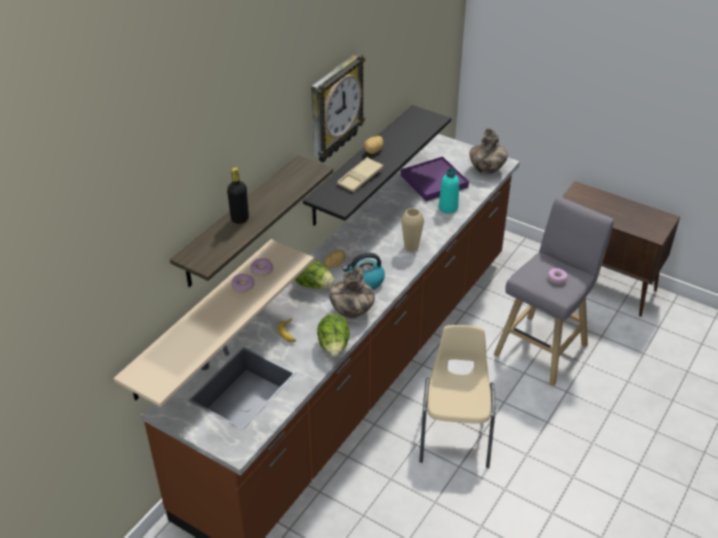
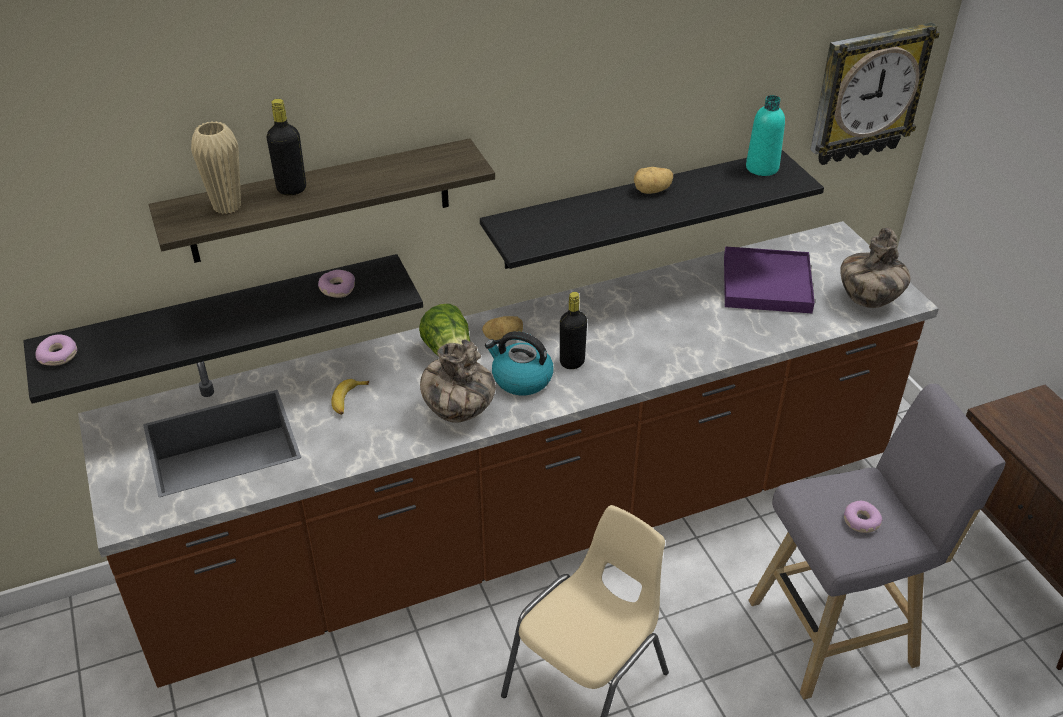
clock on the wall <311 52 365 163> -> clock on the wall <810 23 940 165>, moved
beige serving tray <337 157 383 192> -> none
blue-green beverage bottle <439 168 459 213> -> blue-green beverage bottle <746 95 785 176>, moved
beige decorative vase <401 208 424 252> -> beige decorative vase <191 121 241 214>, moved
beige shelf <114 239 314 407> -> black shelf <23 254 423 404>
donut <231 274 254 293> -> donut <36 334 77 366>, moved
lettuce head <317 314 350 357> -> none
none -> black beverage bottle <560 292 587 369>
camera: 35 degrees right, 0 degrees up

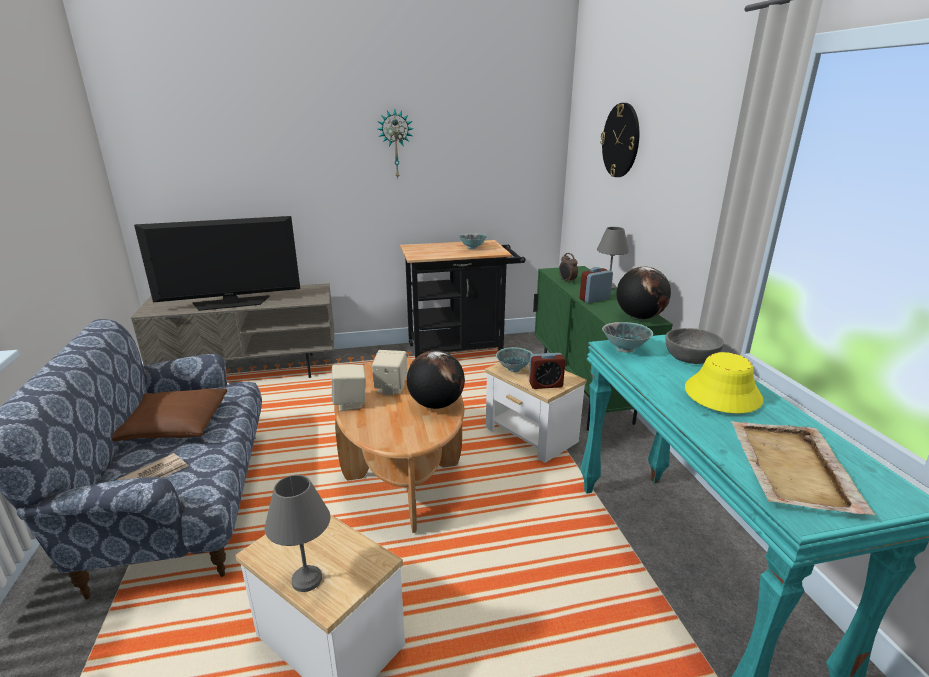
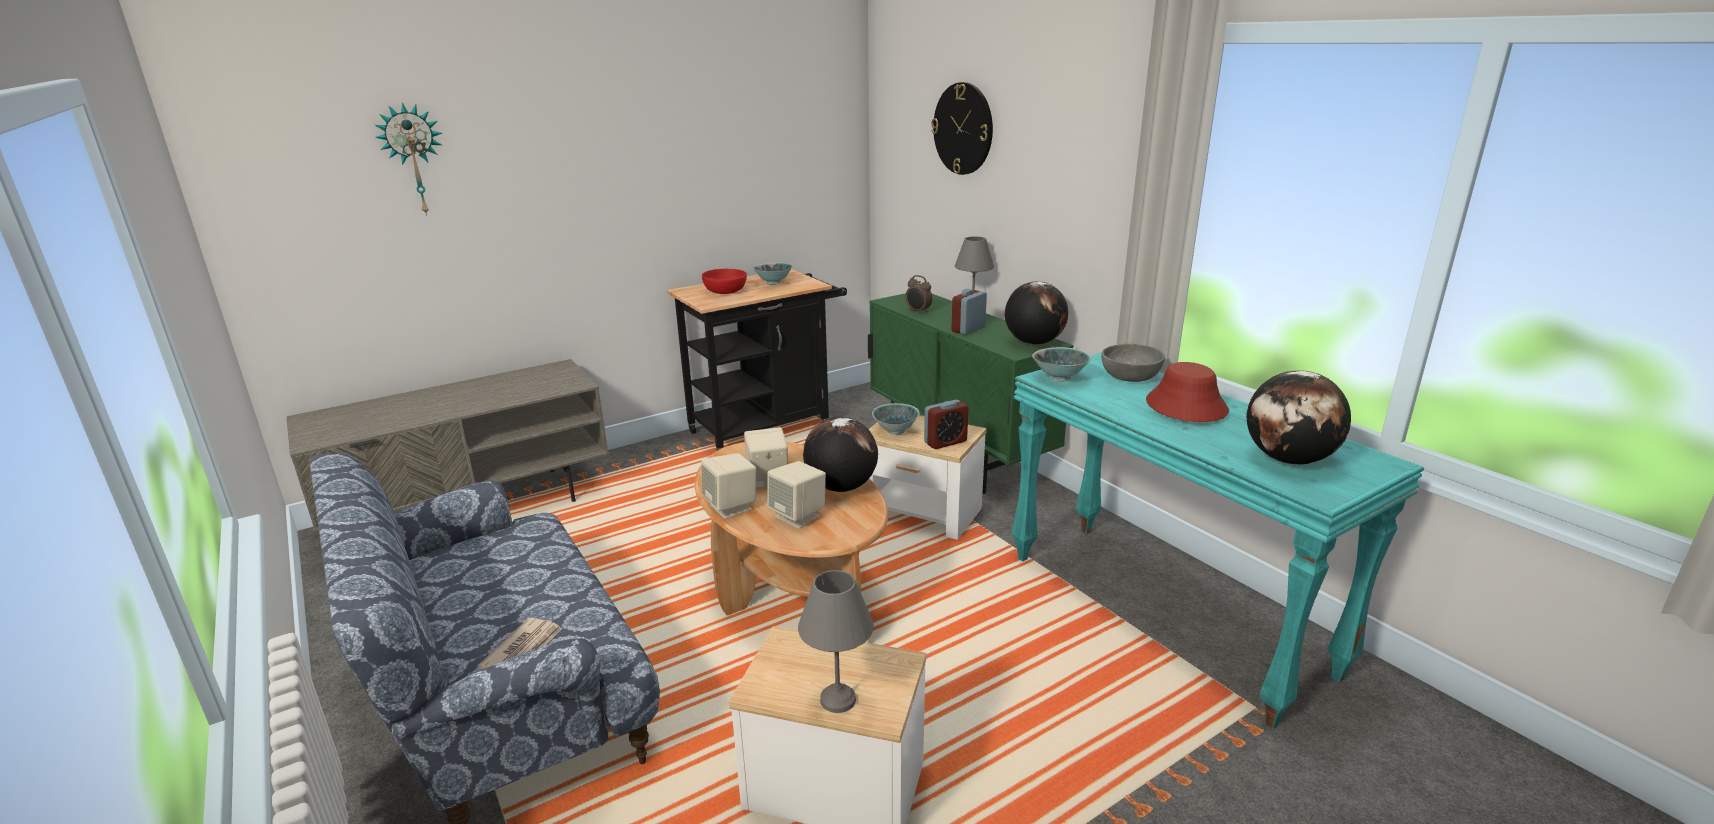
clock on the wall <378 109 414 178> -> clock on the wall <375 102 442 216>, moved
television <134 216 300 311> -> none
yellow-coloured wearable hat <685 352 763 414> -> red-coloured wearable hat <1146 362 1229 422>
brownish throw pillow <112 388 227 442> -> none
beige serving tray <731 421 875 515> -> desk globe <1246 370 1351 465>
none -> red-coloured deep dish <702 269 747 294>
none -> beige speaker <767 461 826 529>
camera: 20 degrees left, 0 degrees up

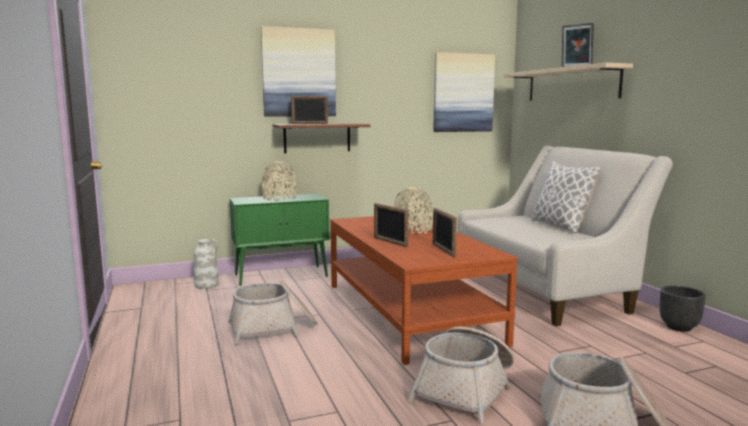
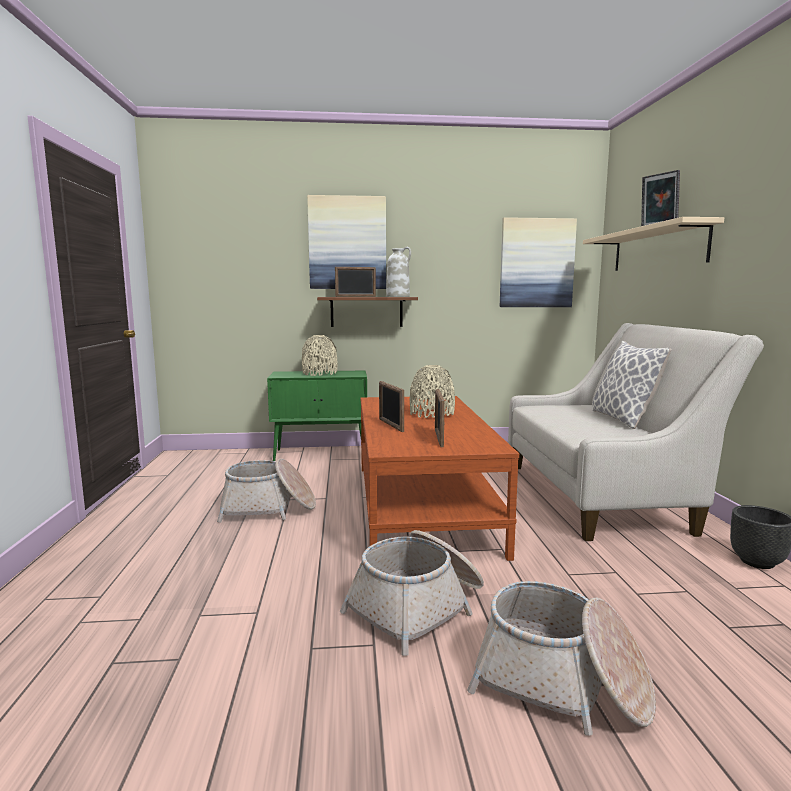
whitish decorative vase <194 239 219 289> -> whitish decorative vase <386 247 411 297>, moved
camera: 15 degrees right, 0 degrees up

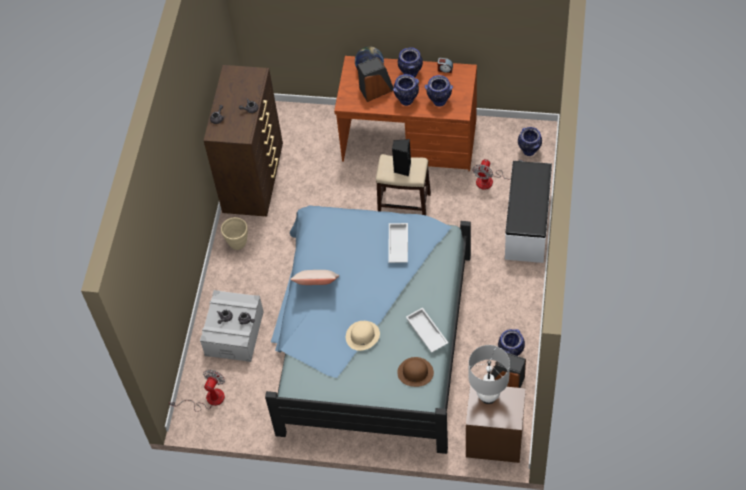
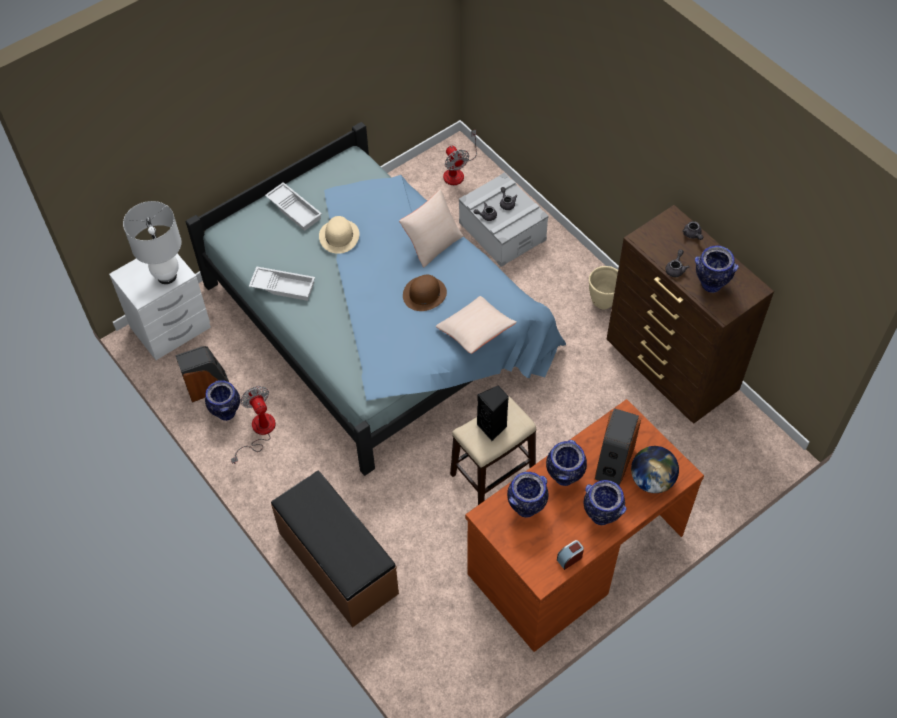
decorative vase <518 127 542 156> -> decorative vase <695 246 739 293>, moved
fan <472 159 523 190> -> fan <231 386 276 464>, moved
whitish indoor bench <505 161 552 263> -> brownish indoor bench <271 471 399 628>
whitish serving tray <388 223 408 263> -> whitish serving tray <265 182 322 231>, moved
brownish wearable hat <397 357 434 387> -> brownish wearable hat <403 275 447 311>, moved
brownish bedside table <466 385 526 463> -> whitish bedside table <109 253 211 360>
none -> beige throw pillow <436 296 517 354>
camera: 130 degrees right, 0 degrees up

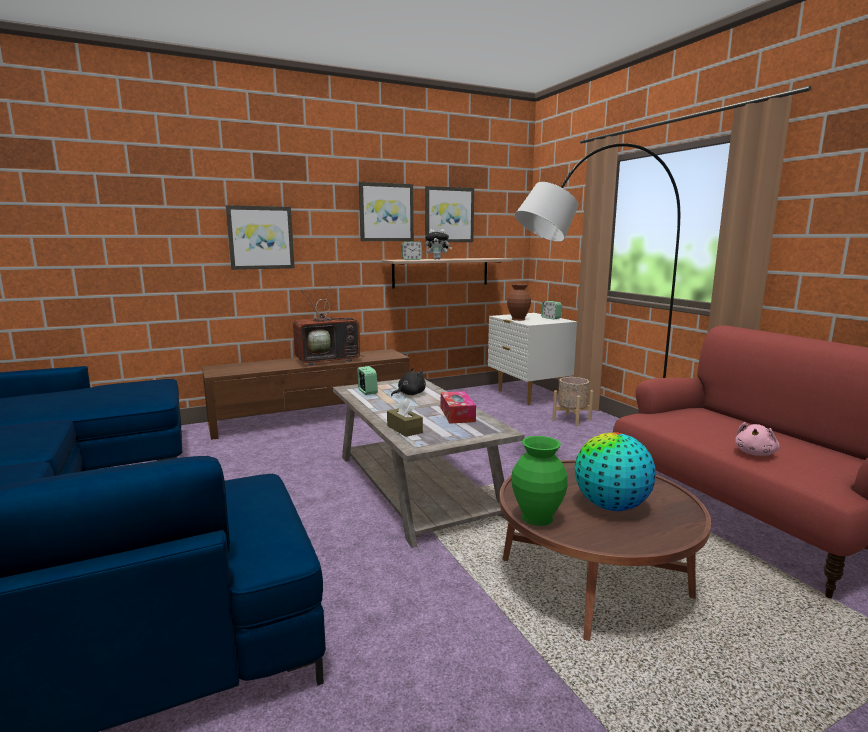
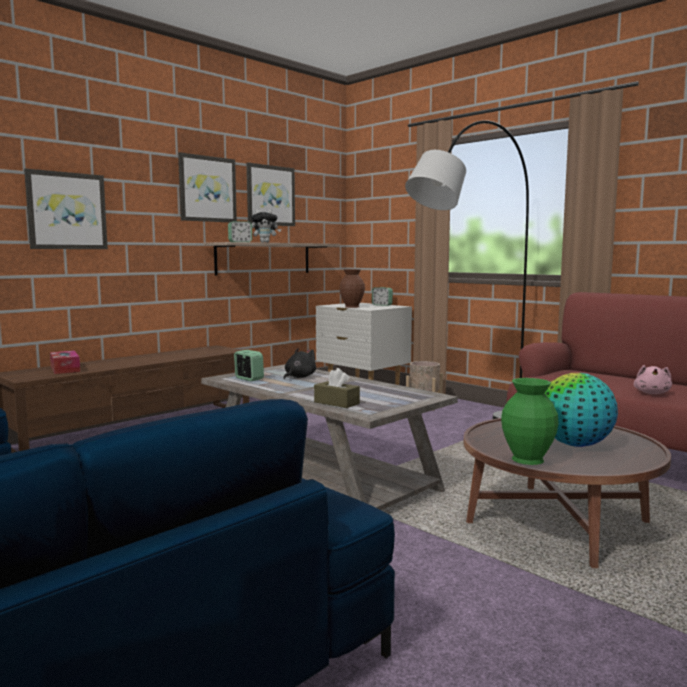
television <293 284 365 366> -> none
tissue holder <441 391 476 424> -> tissue holder <50 350 80 374>, moved
camera: 20 degrees left, 5 degrees down

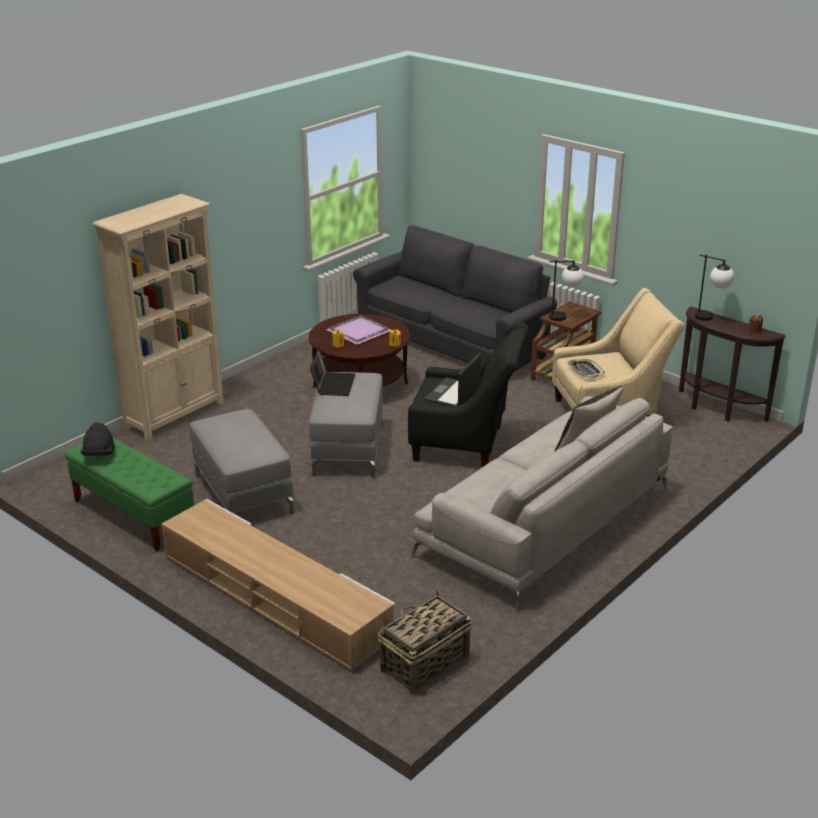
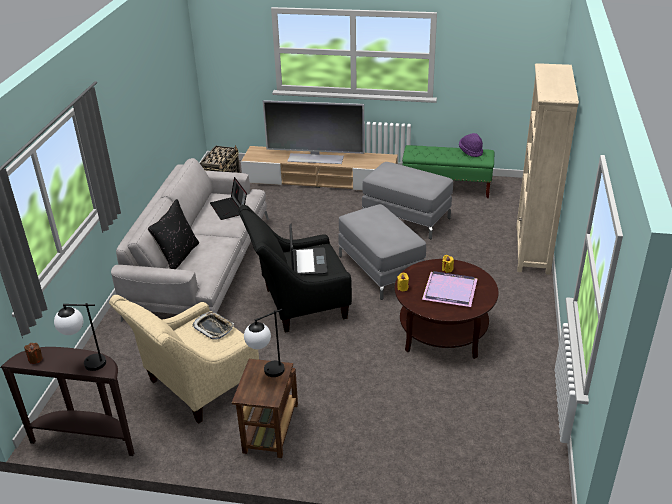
grey settee <353 225 557 372> -> none
laptop <310 347 355 396> -> laptop <210 177 247 220>, moved
black wearable hat <81 422 115 456> -> purplish wearable hat <459 133 483 157>
none -> television <263 100 364 164>
camera: 150 degrees right, 5 degrees up

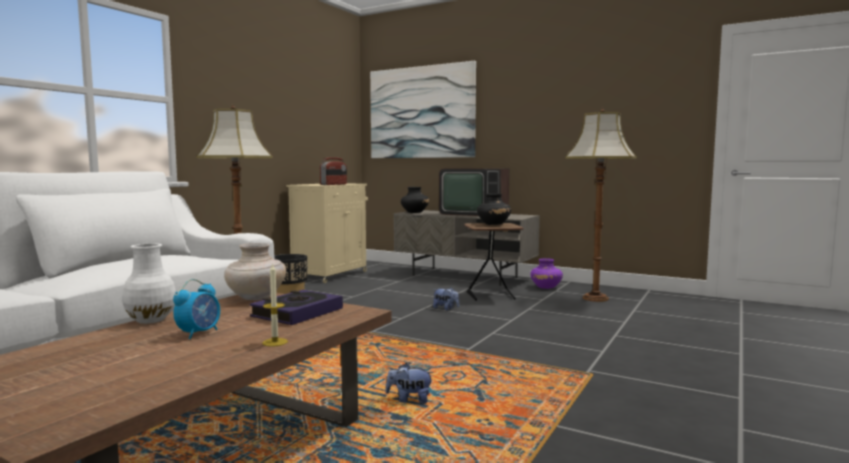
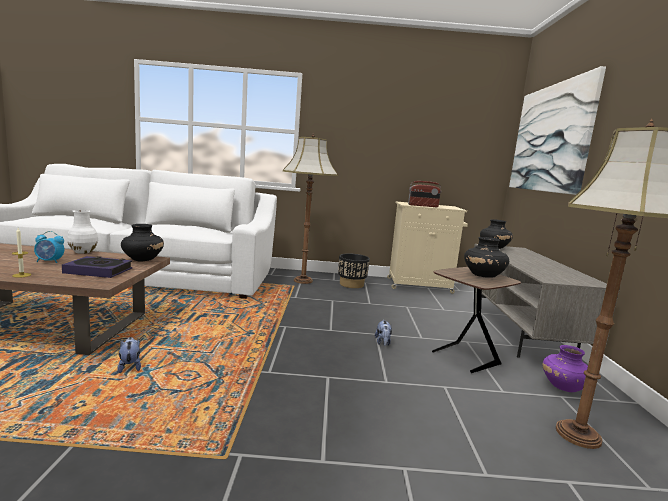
television <439 168 509 216> -> none
beige decorative vase <224 243 286 300> -> black decorative vase <121 224 164 261>
camera: 60 degrees right, 5 degrees up

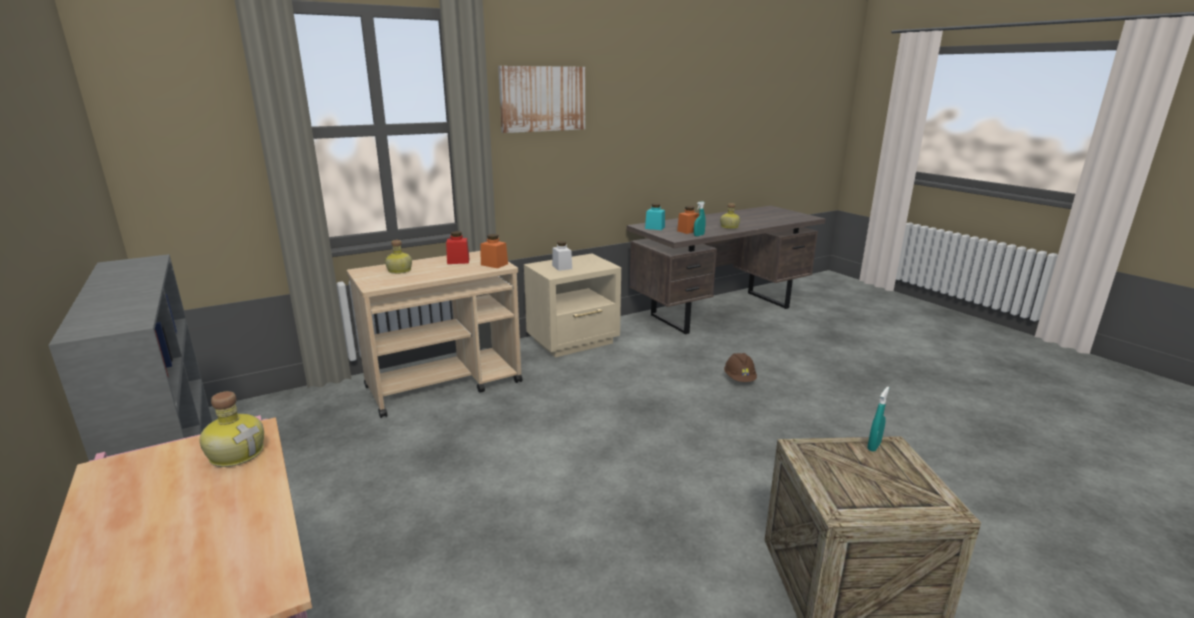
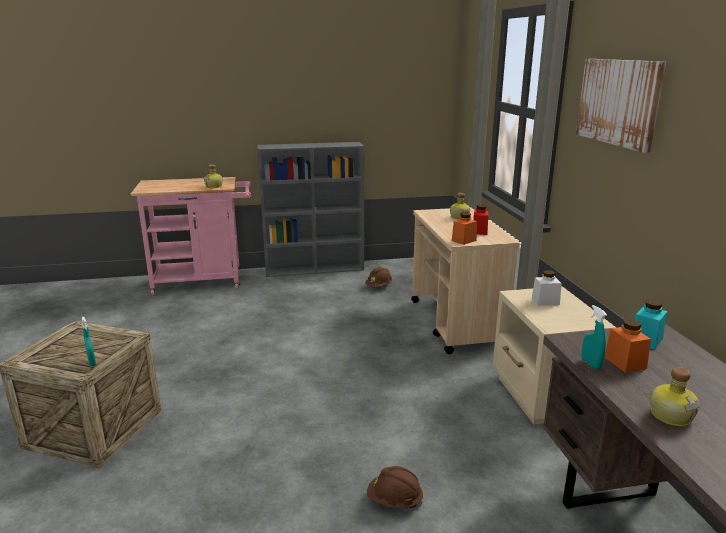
none -> brownish hard hat <365 267 392 287>
camera: 110 degrees right, 0 degrees up

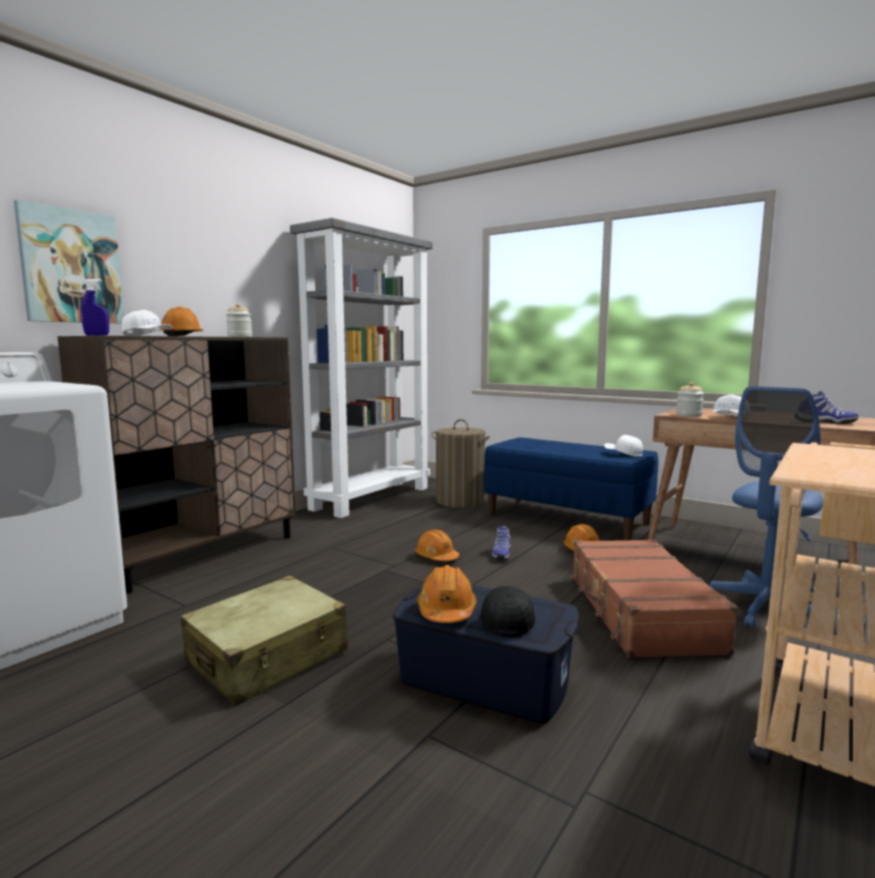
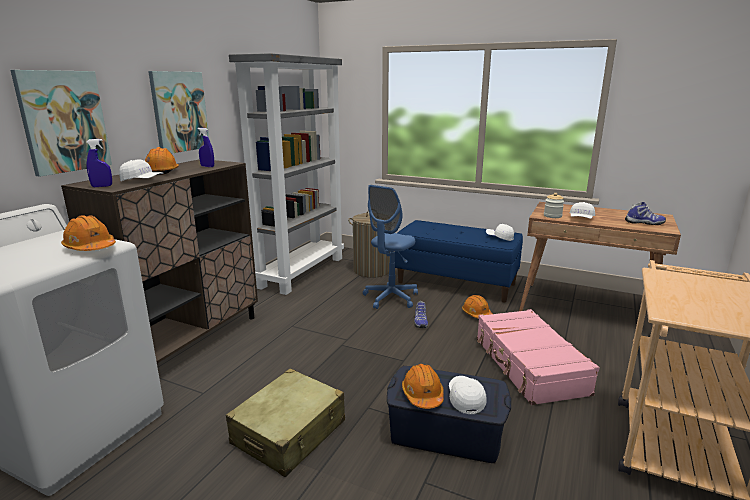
preserve jar <226 303 252 337> -> bluish hand sprayer <198 128 214 167>
bluish desk chair <710 386 823 629> -> bluish desk chair <363 185 418 309>, moved
orange-coloured hard hat <415 530 459 561> -> orange-coloured hard hat <61 215 116 251>, moved
brownish suitcase <571 539 738 658> -> pink suitcase <477 309 600 405>
black peaked cap <480 586 536 638> -> whitish peaked cap <449 376 487 414>
none -> picture <148 71 209 154>
camera: 10 degrees left, 10 degrees up

